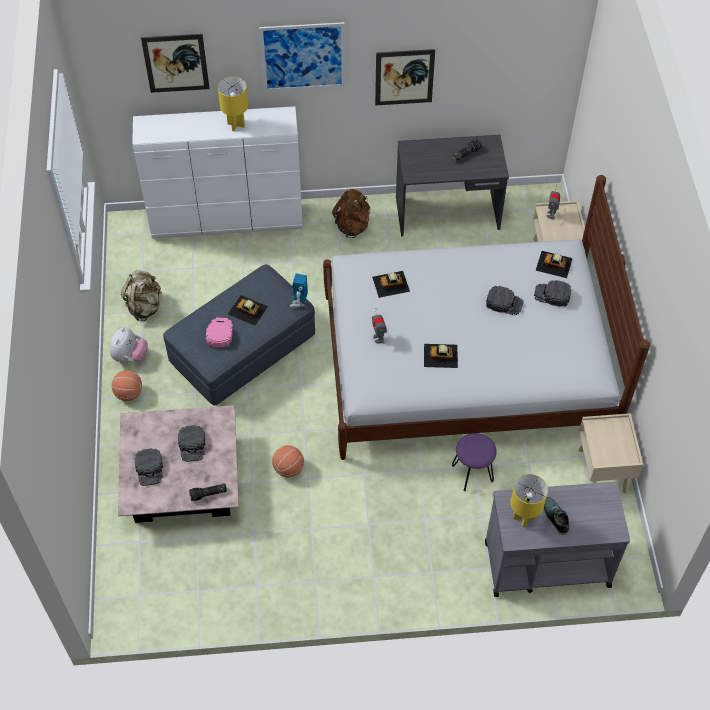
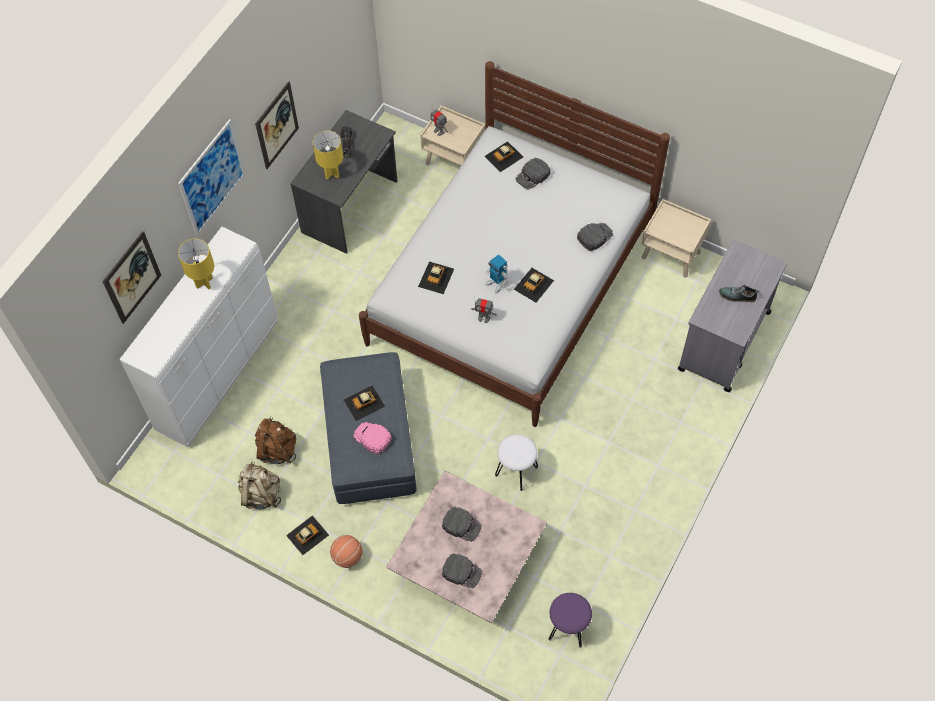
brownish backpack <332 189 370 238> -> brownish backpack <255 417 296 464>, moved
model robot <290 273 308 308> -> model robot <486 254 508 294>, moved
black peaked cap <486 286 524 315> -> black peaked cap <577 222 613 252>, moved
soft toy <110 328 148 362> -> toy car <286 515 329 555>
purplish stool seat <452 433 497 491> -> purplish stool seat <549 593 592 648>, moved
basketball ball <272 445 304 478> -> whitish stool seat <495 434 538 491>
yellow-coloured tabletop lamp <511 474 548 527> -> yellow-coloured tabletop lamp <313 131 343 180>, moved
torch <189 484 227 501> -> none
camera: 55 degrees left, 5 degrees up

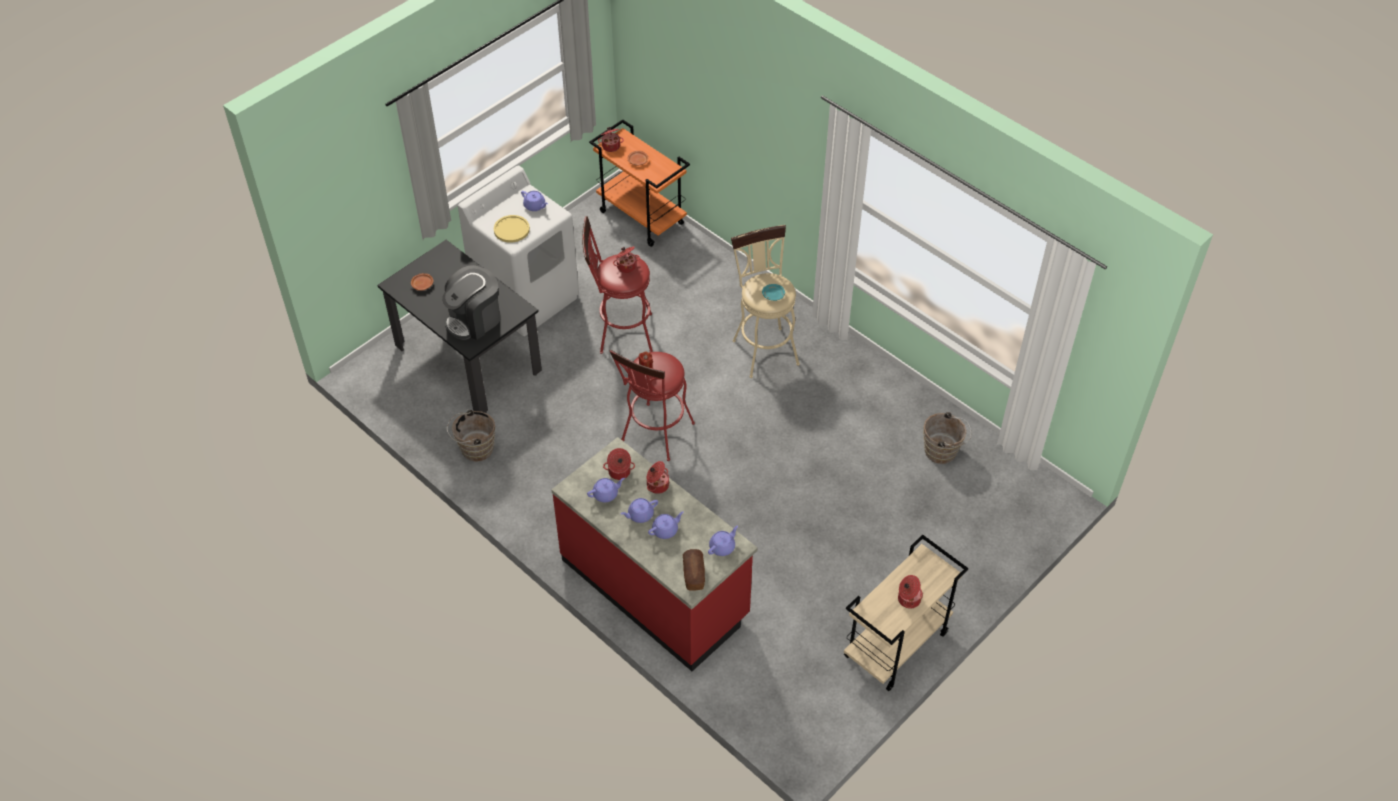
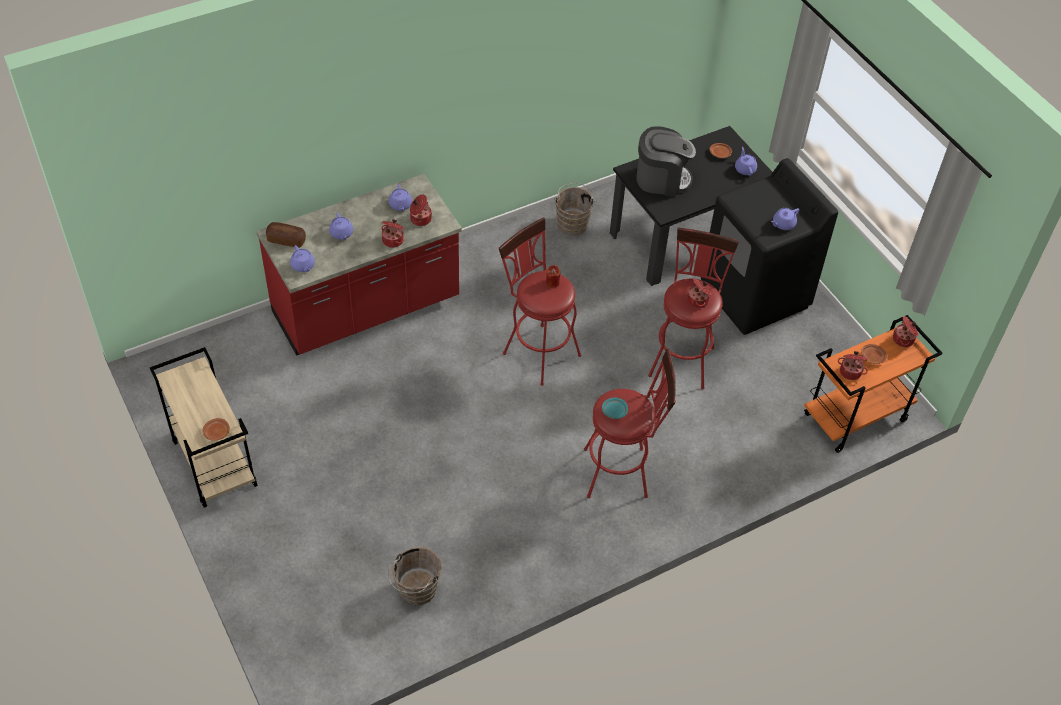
whitish washing machine <458 166 579 336> -> black washing machine <701 158 838 335>
yellow-coloured plate <494 215 530 243> -> none
beige stool seat <731 225 800 378> -> red-coloured stool seat <584 349 676 498>
coffee machine <442 265 500 340> -> coffee machine <636 126 696 197>, 120 degrees clockwise
purplish pot for tea <621 498 658 523> -> purplish pot for tea <735 147 757 176>, moved
stockpot <898 575 923 609> -> stockpot <838 351 868 380>, moved
none -> brownish plate <203 418 230 441>
camera: 105 degrees right, 0 degrees up

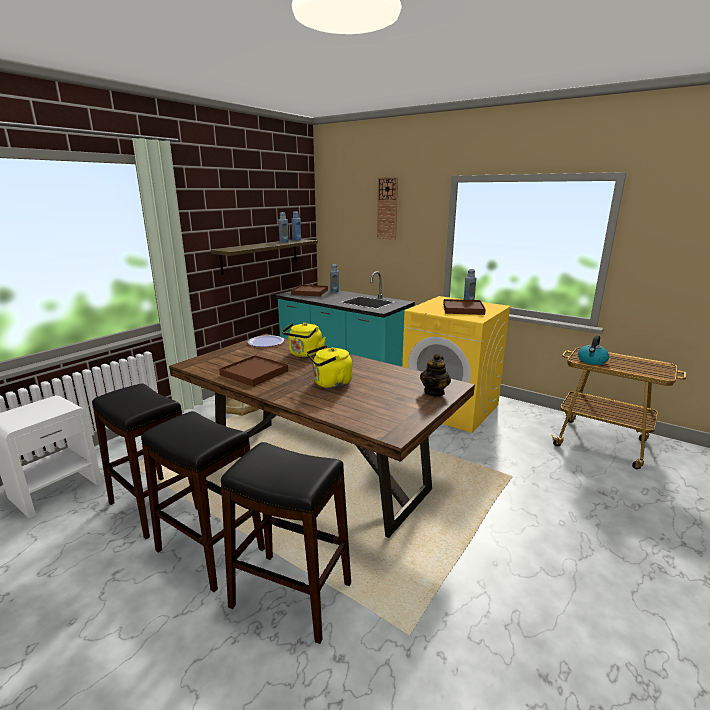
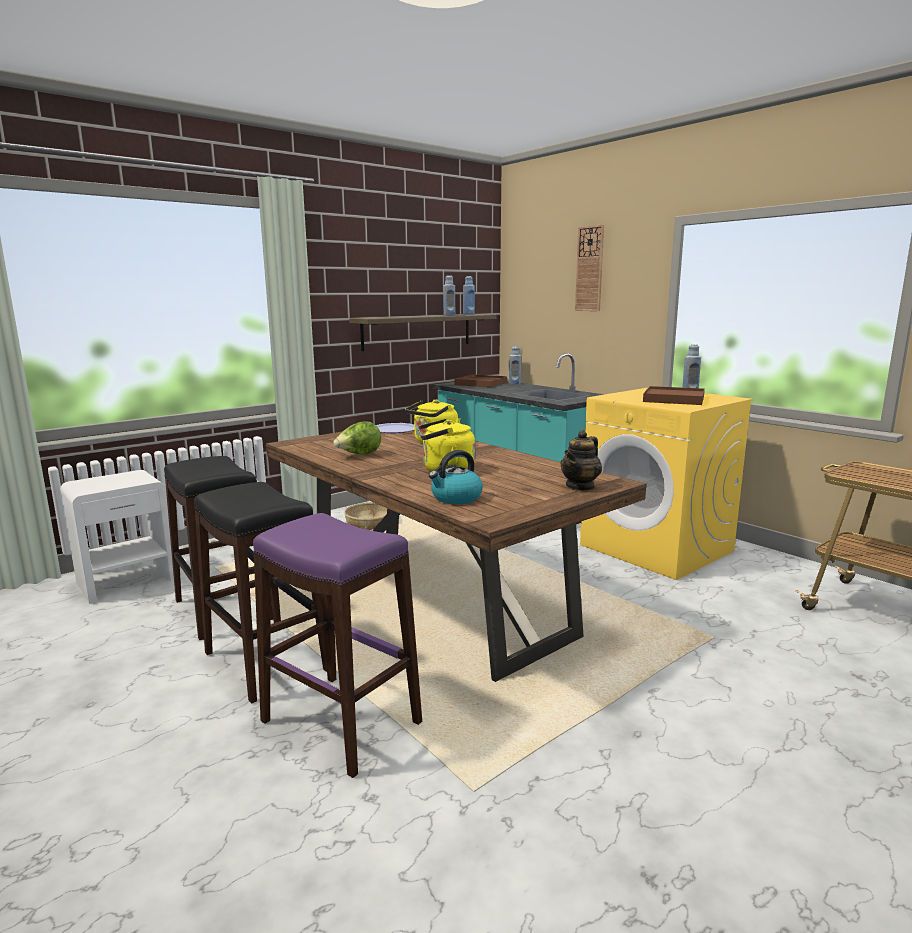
tea kettle <578 335 609 365> -> tea kettle <429 450 483 504>, moved
brownish serving tray <219 355 288 387> -> lettuce head <333 421 381 455>
black stool seat <221 442 351 644> -> purplish stool seat <253 513 422 778>
camera: 15 degrees right, 5 degrees down

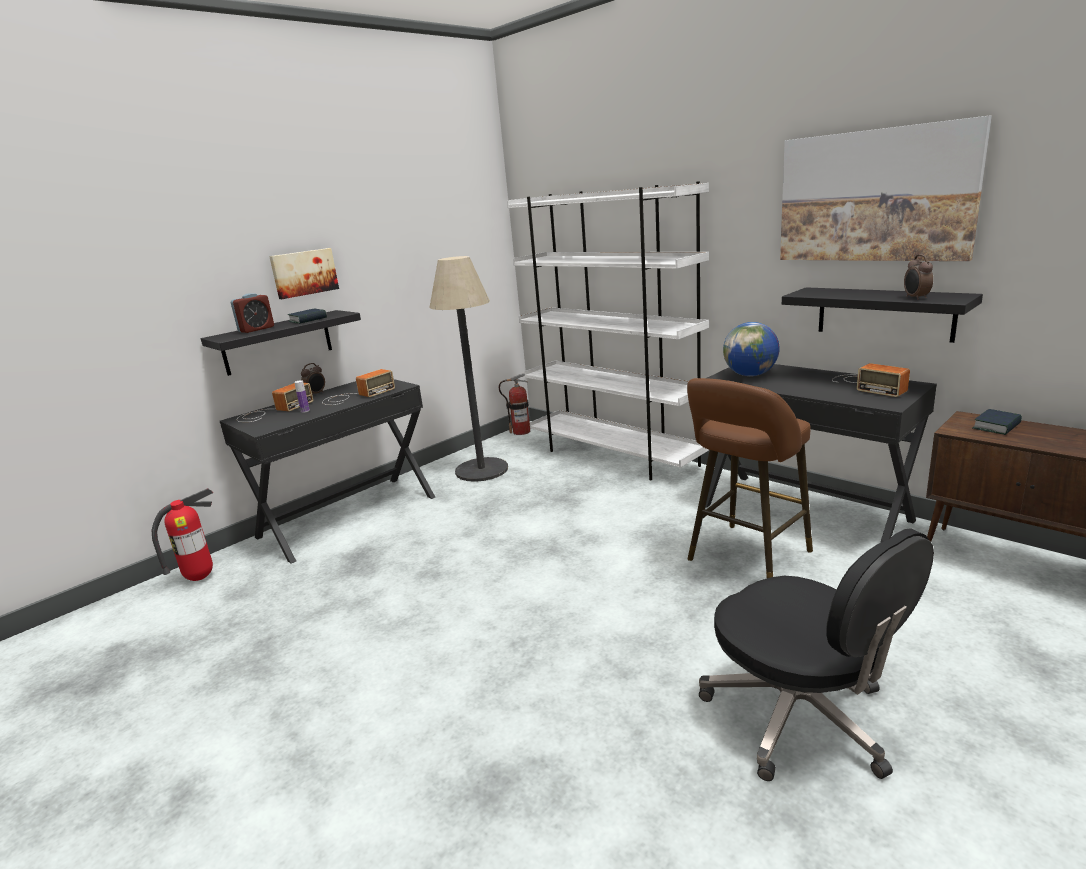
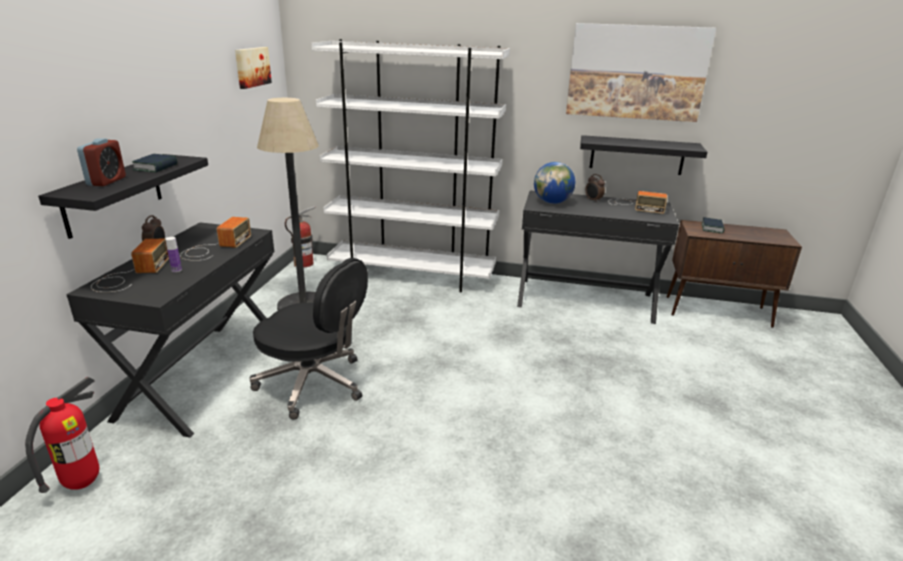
picture <269 248 339 299> -> picture <235 47 272 89>, moved
alarm clock <904 254 933 300> -> alarm clock <586 174 605 202>, moved
brownish stool seat <687 378 813 578> -> none
black desk chair <699 528 934 781> -> black desk chair <249 258 368 420>, moved
camera: 35 degrees left, 5 degrees up

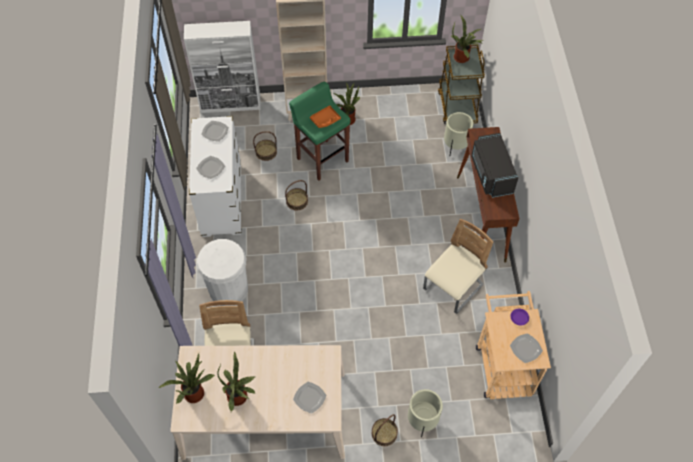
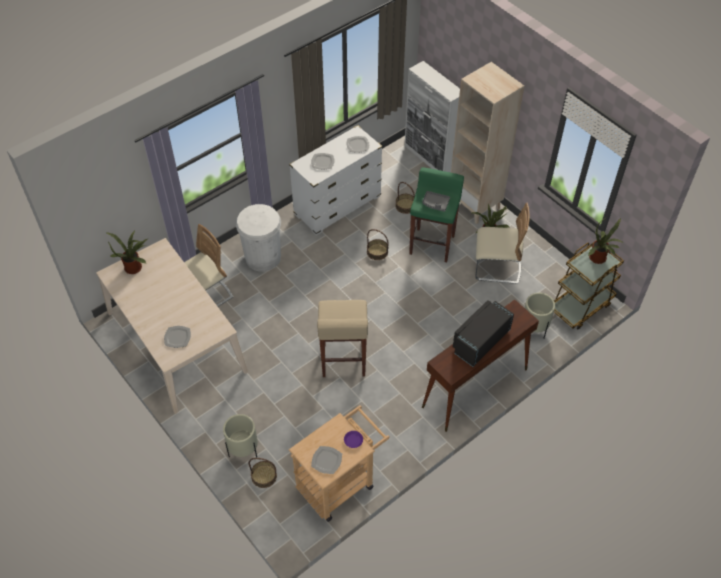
orange-coloured serving tray <310 105 341 128> -> grey serving tray <422 191 450 212>
beige upright chair <423 219 493 314> -> beige upright chair <475 202 530 284>, moved
potted plant <217 351 255 412> -> none
storage basket <372 414 398 446> -> storage basket <249 458 277 488>, moved
none -> beige stool seat <317 300 368 377>
camera: 55 degrees right, 5 degrees down

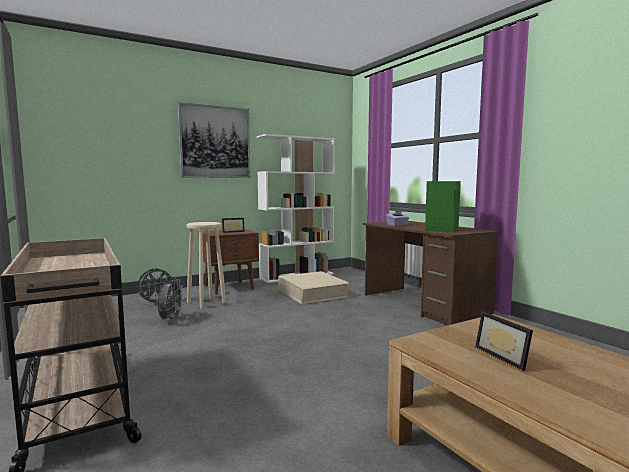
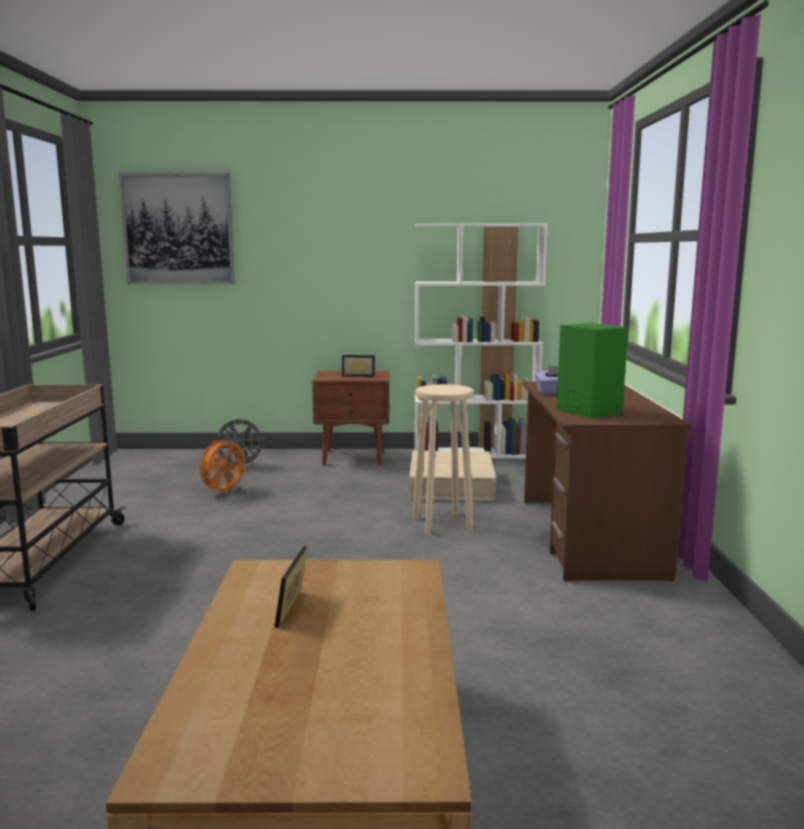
picture <178 102 250 178> -> picture <119 173 235 284>, moved
beige stool seat <186 222 226 308> -> beige stool seat <413 384 474 534>, moved
grey fan <157 279 184 322> -> orange-coloured fan <200 438 249 495>
camera: 30 degrees right, 5 degrees up

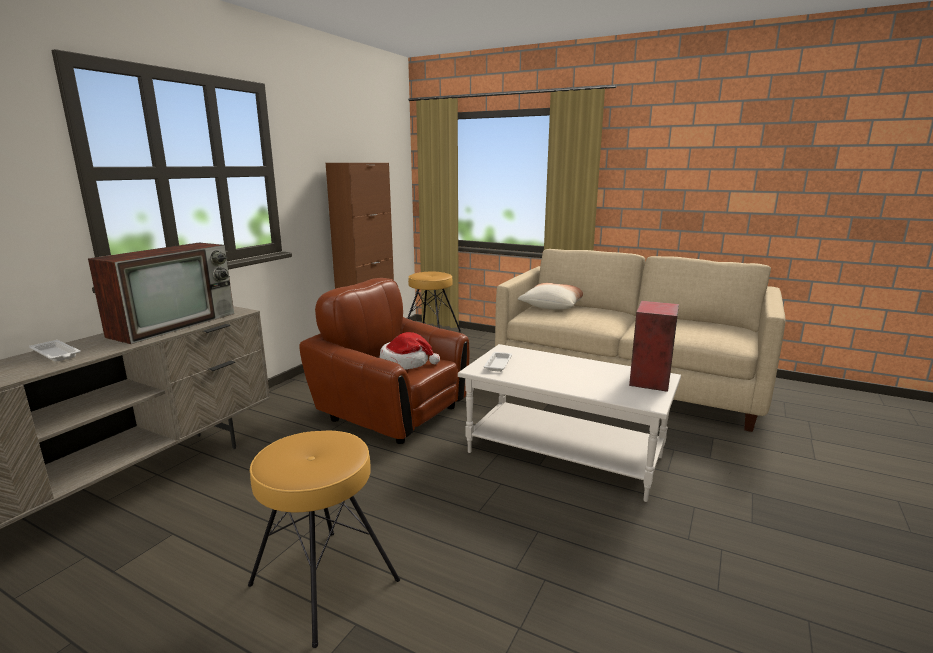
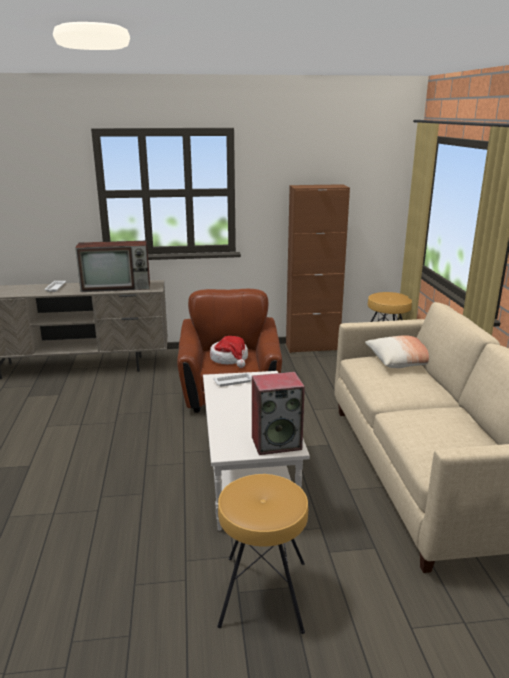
brownish stool seat <248 430 400 648> -> brownish stool seat <217 474 308 634>, moved
camera: 55 degrees right, 5 degrees up

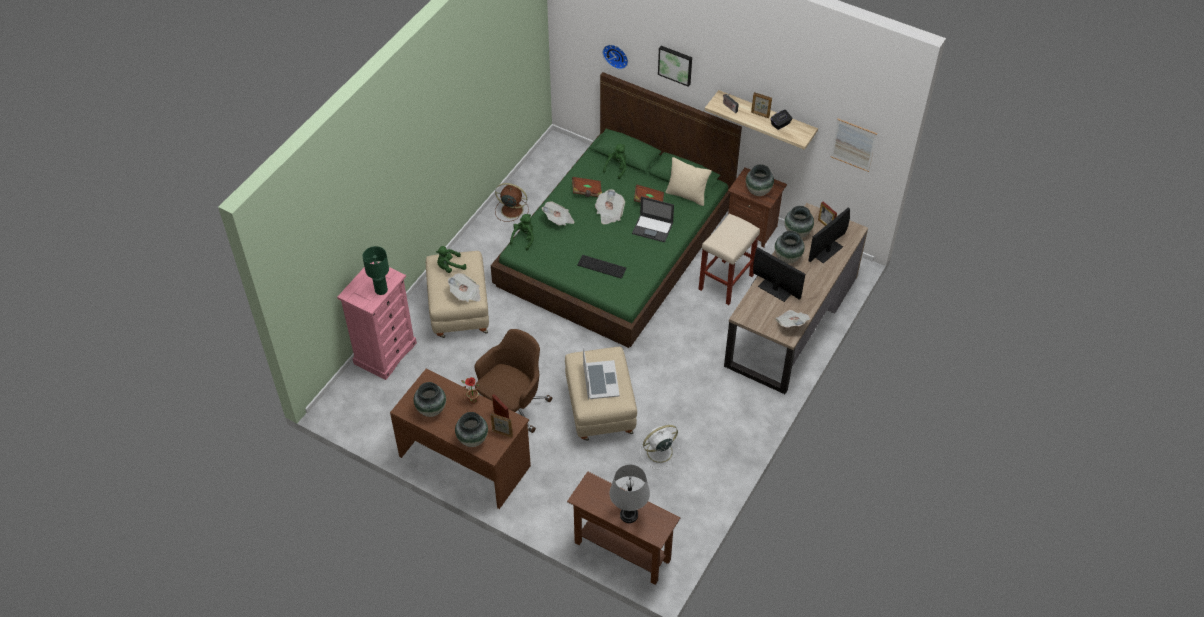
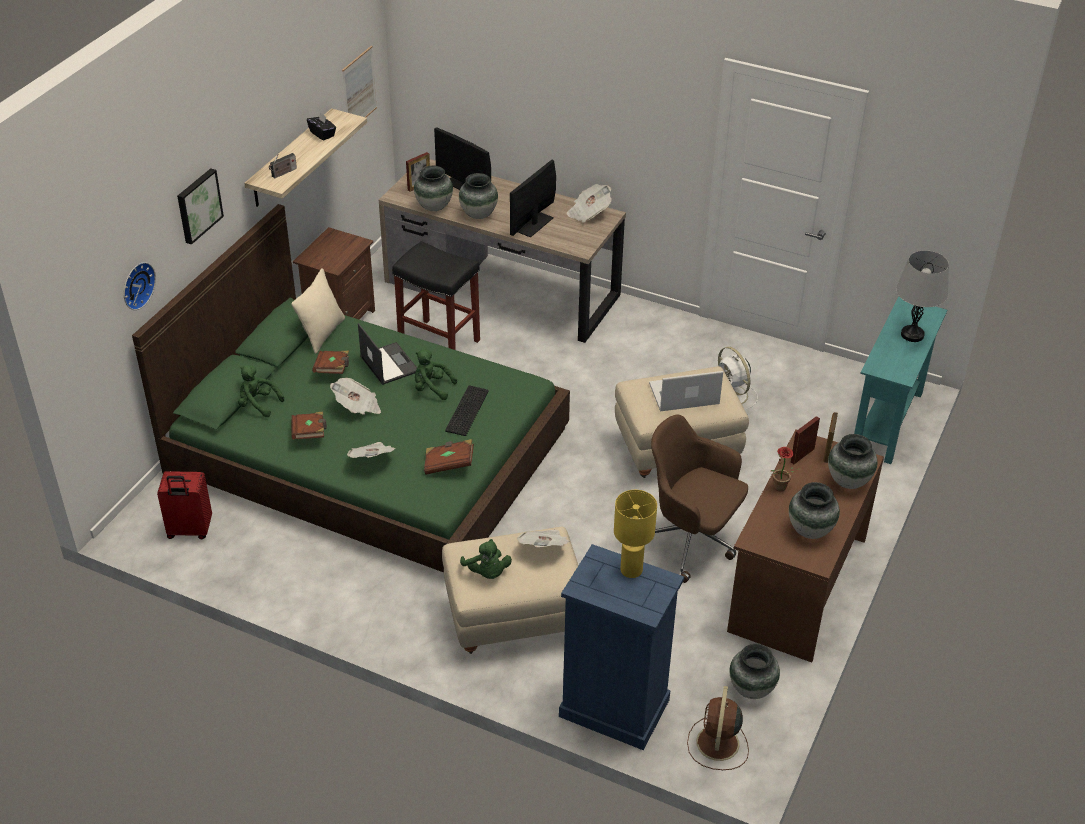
standing frame <751 92 772 118> -> none
decorative vase <746 164 774 196> -> decorative vase <729 644 780 699>, moved
brownish fan <495 183 529 222> -> brownish fan <687 686 749 770>, moved
laptop <632 196 674 242> -> laptop <358 323 417 385>, 45 degrees counterclockwise
beige stool seat <699 213 760 305> -> black stool seat <392 241 480 350>
greenish soft toy <510 214 534 250> -> greenish soft toy <415 350 457 400>, moved
greenish tabletop lamp <362 246 389 295> -> yellow-coloured tabletop lamp <614 490 657 578>
pink drawer chest <337 262 417 380> -> bluish drawer chest <559 544 684 750>
brownish hall table <567 472 680 585> -> blue-green hall table <854 296 947 464>
none -> brownish book <424 439 474 475>
none -> red-coloured suitcase <157 471 212 539>
camera: 95 degrees left, 10 degrees down

